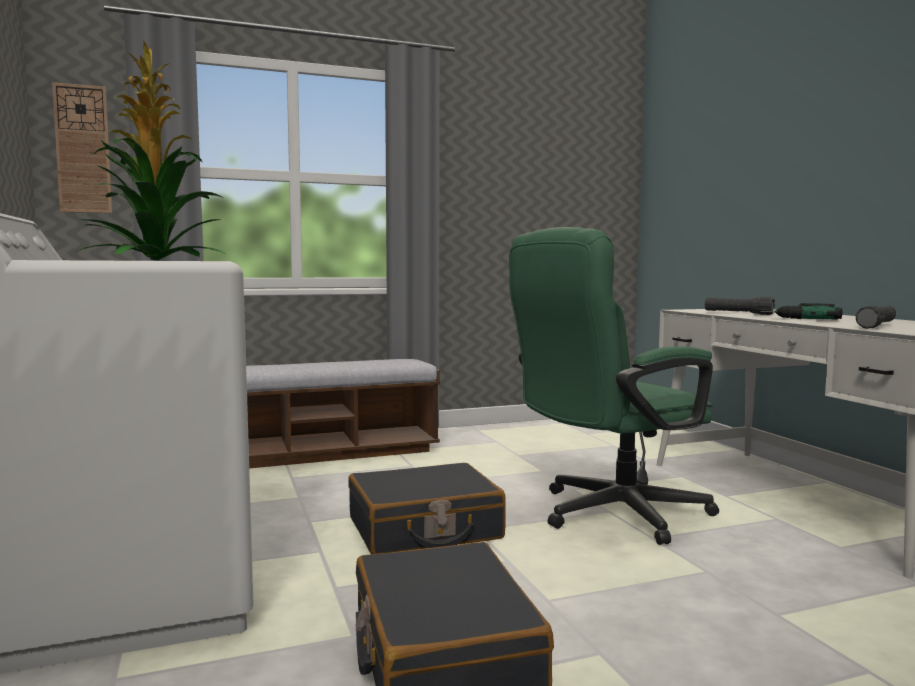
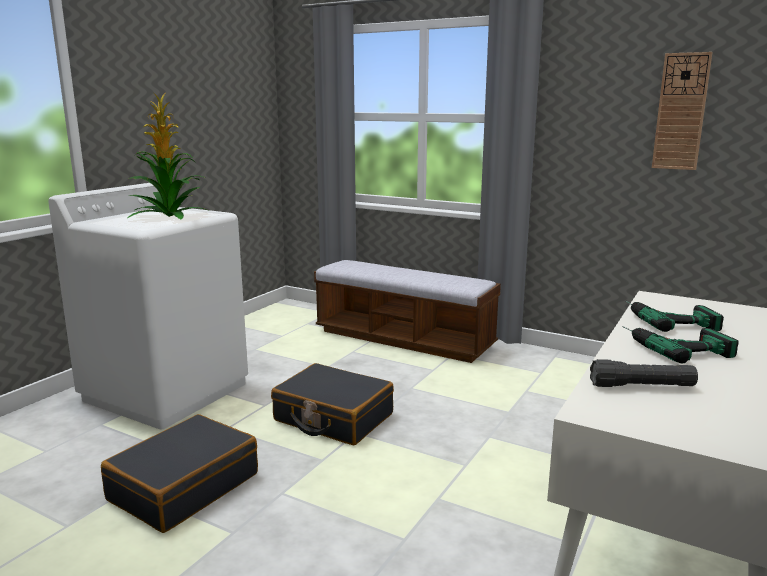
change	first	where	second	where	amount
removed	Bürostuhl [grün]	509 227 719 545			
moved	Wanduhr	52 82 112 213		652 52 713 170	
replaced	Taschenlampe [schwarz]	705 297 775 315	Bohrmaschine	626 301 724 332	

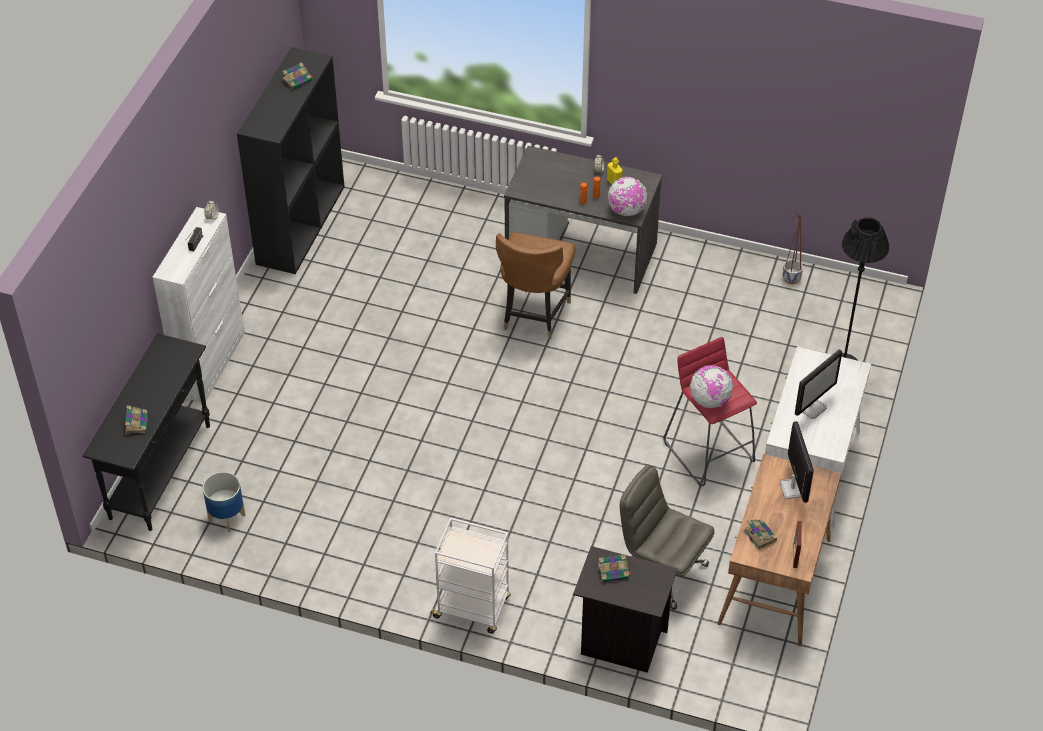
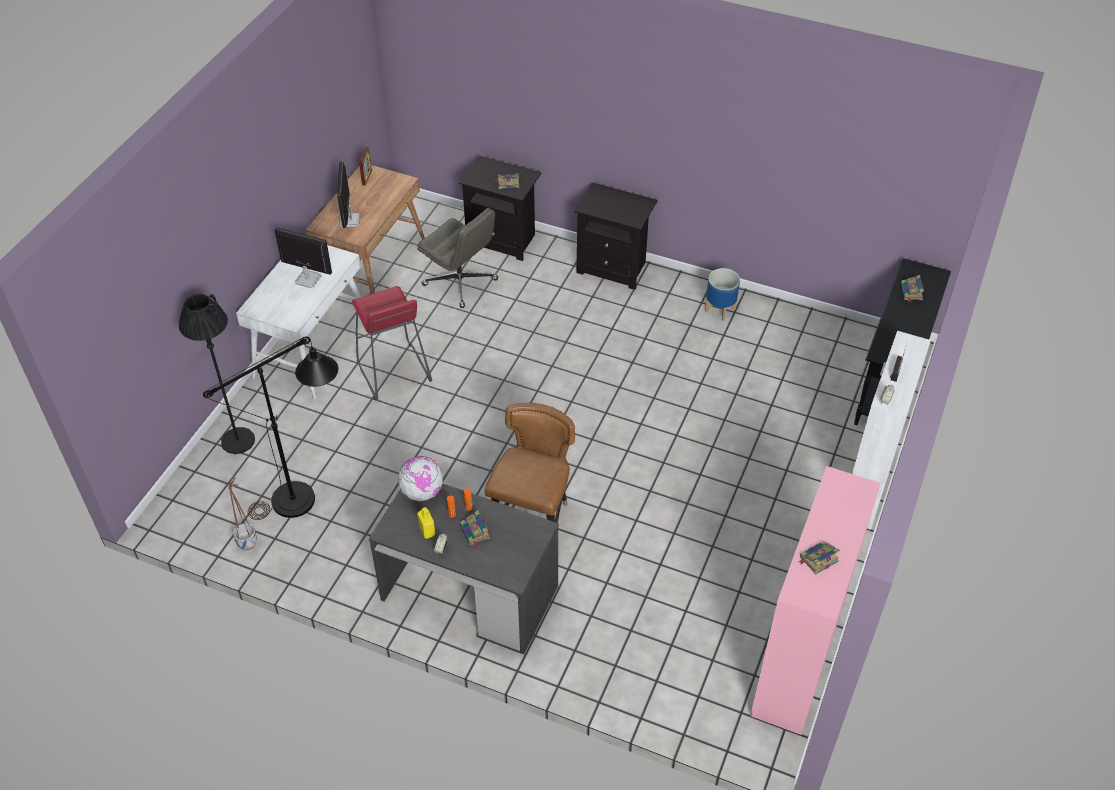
change	first	where	second	where	amount
removed	Globus	690 365 733 408			
added			Stehlampe [schwarz]	203 337 338 520	
moved	Pflanzkübel	203 472 246 532		705 268 740 321	
moved	Buch	743 519 777 549		460 510 490 547	
replaced	Rollwagen [weiß]	429 518 510 634	Nachttisch [schwarz]	574 182 658 290	
recoloured	Bücherregal [schwarz]	237 47 345 274	Bücherregal [rosa]	750 466 881 735	
turned	Monitor	795 349 842 419		274 227 332 288	60 degrees clockwise

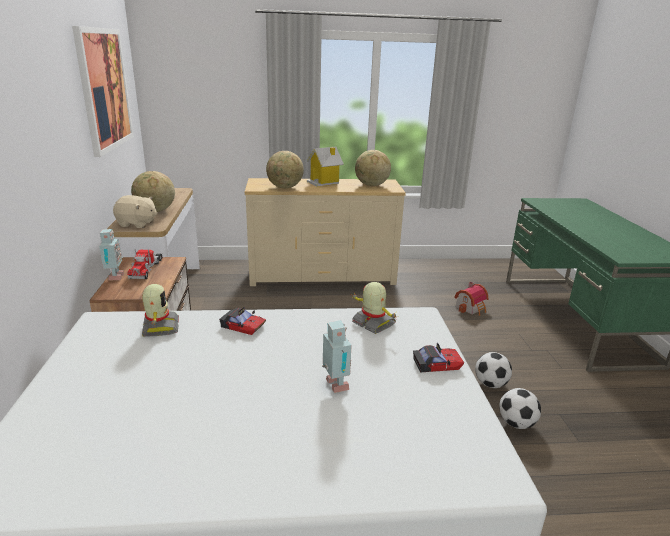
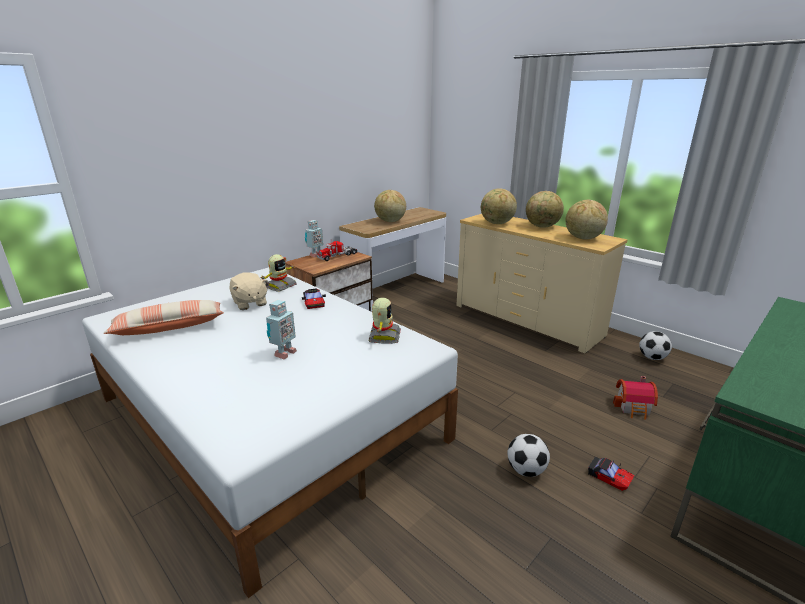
change	first	where	second	where	amount
removed	Bild	72 26 134 157			
added			Kissen	104 300 224 335	
moved	Plüschtier [beige]	113 195 157 228		229 272 268 310	
moved	Spielzeugauto	413 343 464 372		588 456 634 491	
moved	Fußball	499 388 541 429		639 331 672 360	
replaced	Spielzeughaus	307 147 344 187	Globus	526 191 564 228	

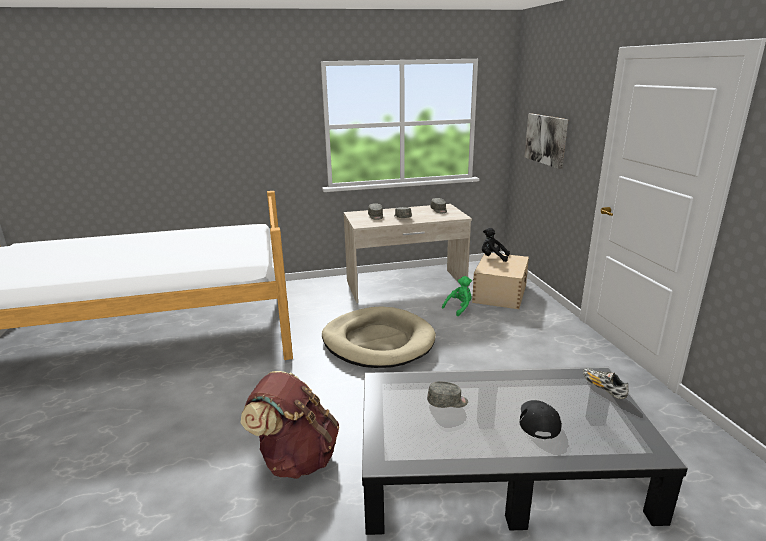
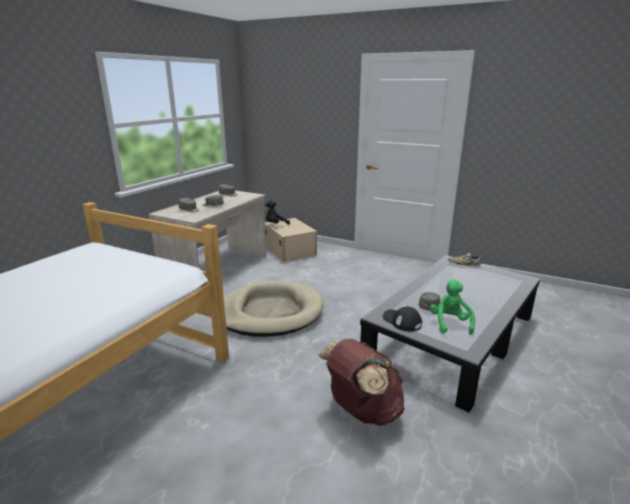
change	first	where	second	where	amount
removed	Bild	525 113 568 169			
moved	Plüschtier [grün]	442 276 472 316		430 279 475 335	
moved	Kappe [schwarz]	520 400 562 439		383 306 422 331	

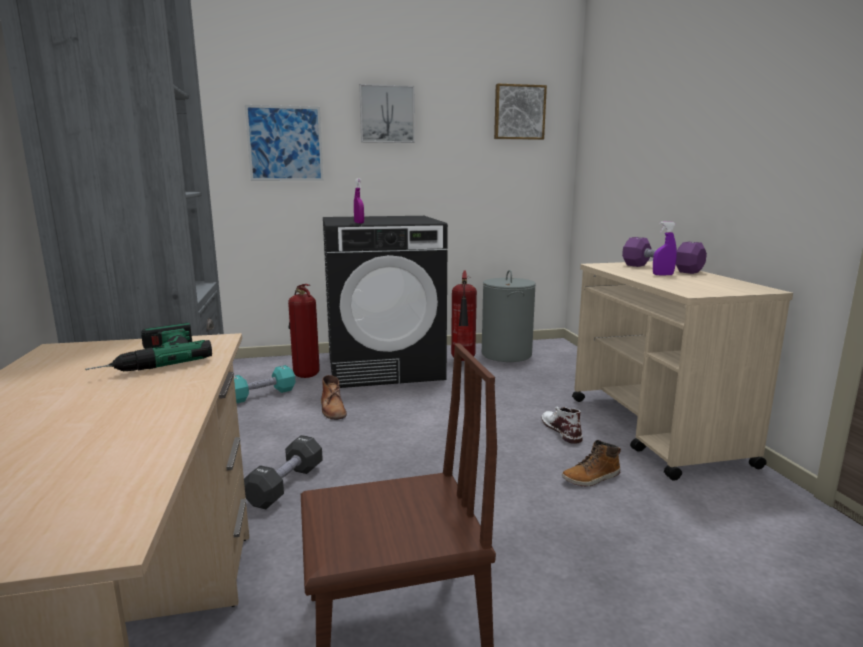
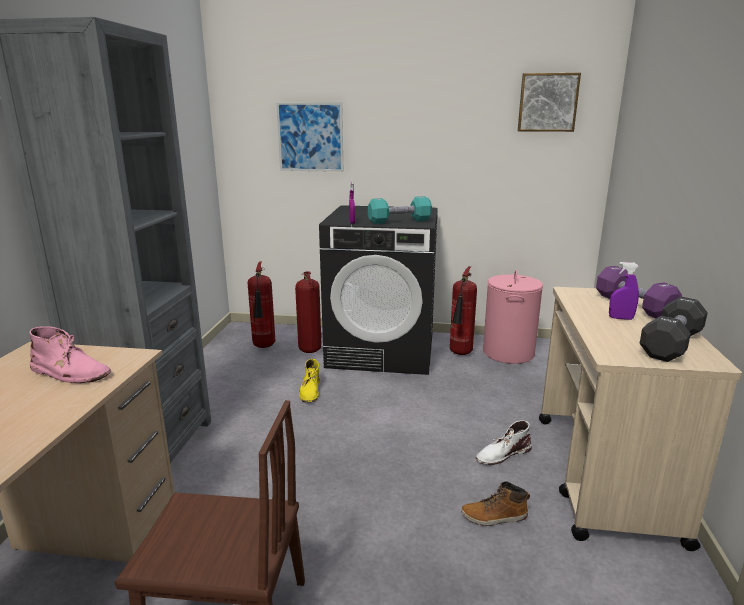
change	first	where	second	where	amount
removed	Bild	359 84 415 143			
added			Feuerlöscher	248 261 275 348	
moved	Hantel [türkis]	234 365 296 403		368 196 432 224	
moved	Hantel [schwarz]	244 435 323 509		640 297 708 362	
replaced	Bohrmaschine	85 323 212 371	Stiefel [rosa]	29 326 111 383	
recoloured	Stiefel [braun]	321 375 347 420	Stiefel [gelb]	299 359 320 403	
recoloured	Wäschekorb [grau]	482 270 536 362	Wäschekorb [rosa]	483 270 543 364	
turned	Stiefel [weiß]	542 407 583 444		476 420 532 465	120 degrees counterclockwise

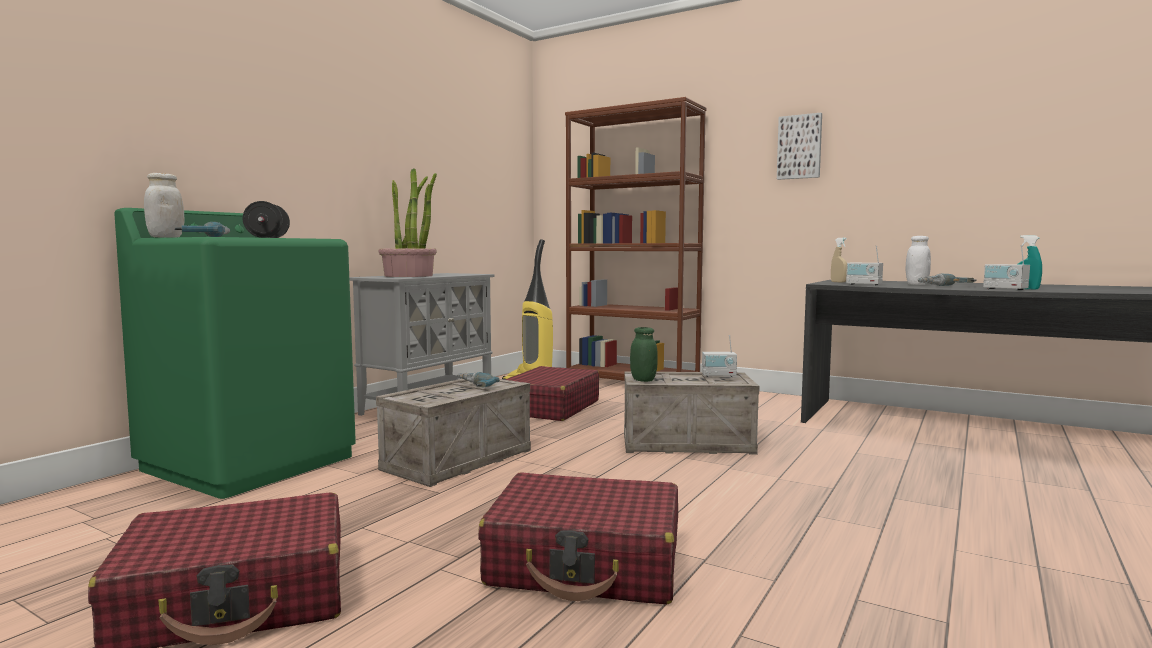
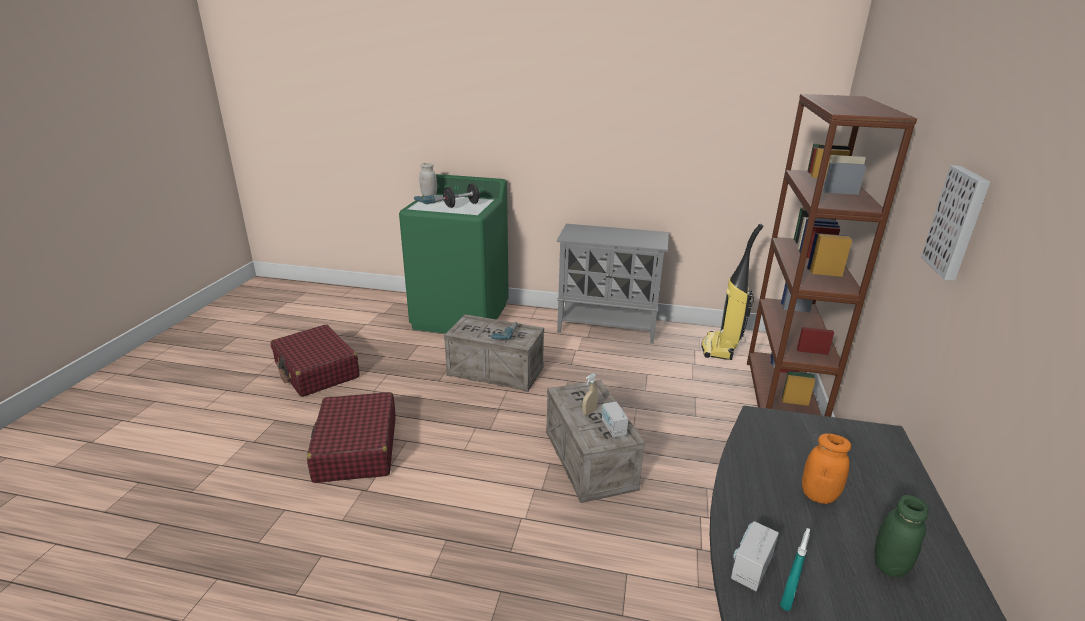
change	first	where	second	where	amount
removed	Topfpflanze	378 168 437 277			
removed	Koffer [rot]	505 366 599 421			
removed	Radio	846 246 883 286			
removed	Bohrmaschine	918 273 977 286			
moved	Vorratsglas [grün]	630 327 658 382		875 495 929 577	
moved	Sprühflasche [beige]	831 238 847 283		582 373 598 415	
recoloured	Vorratsglas [weiß]	906 236 931 285	Vorratsglas [orange]	802 433 851 504	

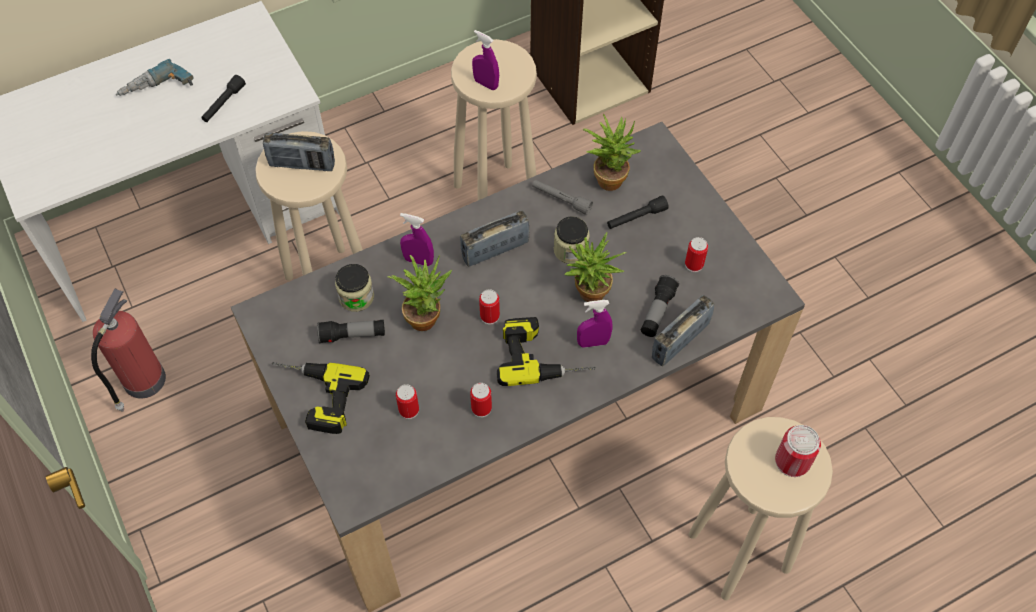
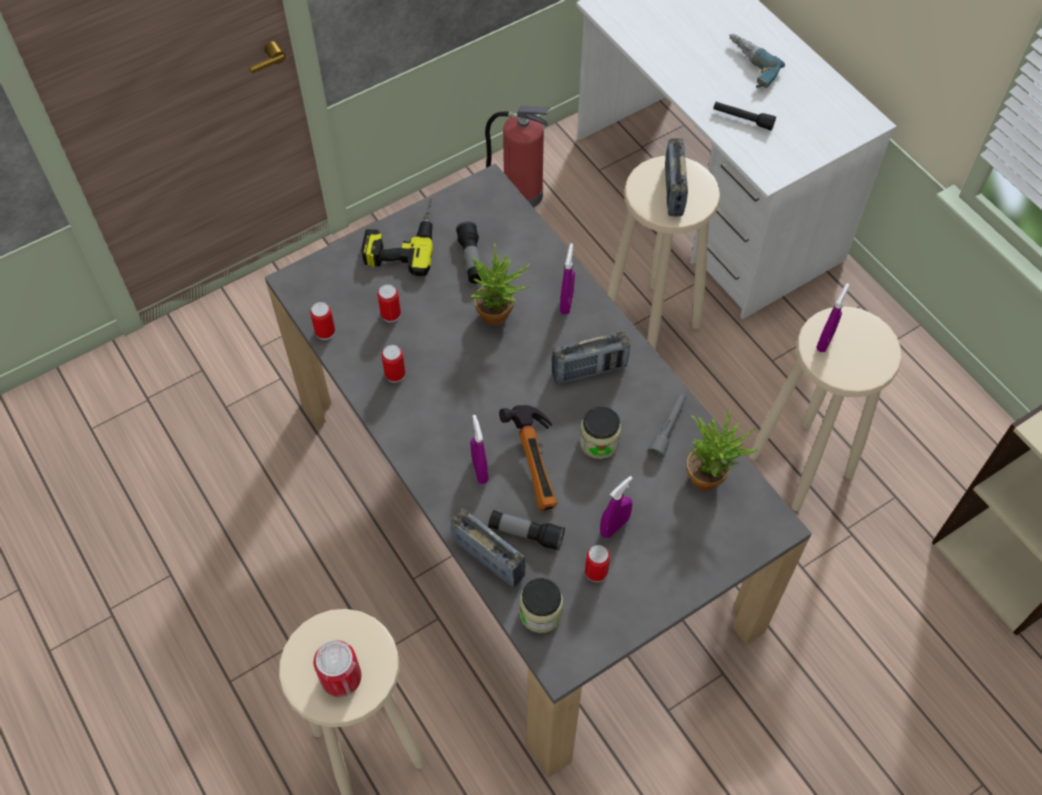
change	first	where	second	where	amount
removed	Bohrmaschine	497 317 596 386			
removed	Taschenlampe [schwarz]	607 195 669 229			
added			Sprühflasche [lila]	600 476 633 538	
moved	Vorratsglas	335 264 374 312		520 578 563 633	
moved	Dose	479 289 500 324		310 302 335 340	
replaced	Topfpflanze	565 232 626 302	Hammer	499 405 558 511	
turned	Radio	460 210 530 267		551 332 630 384	105 degrees clockwise

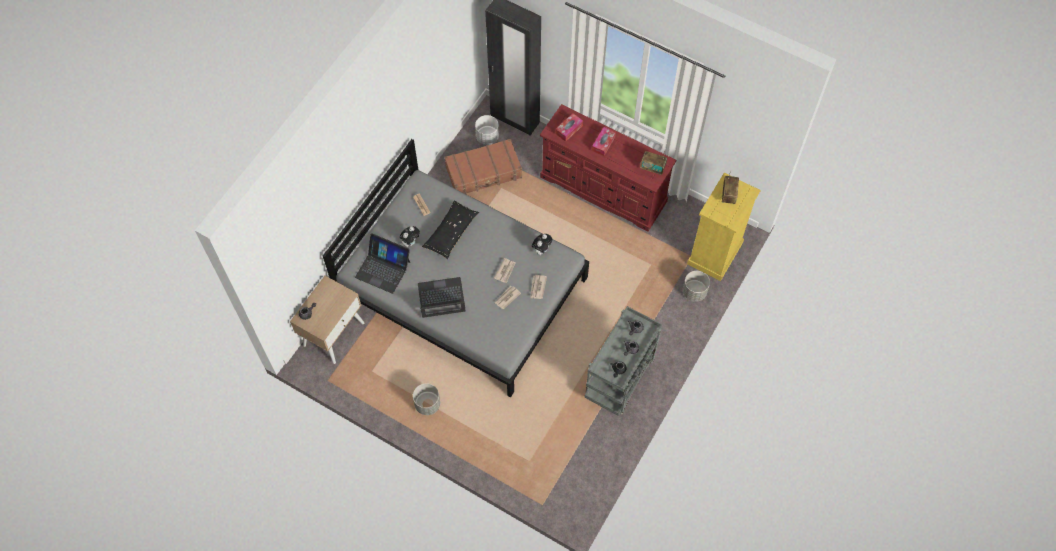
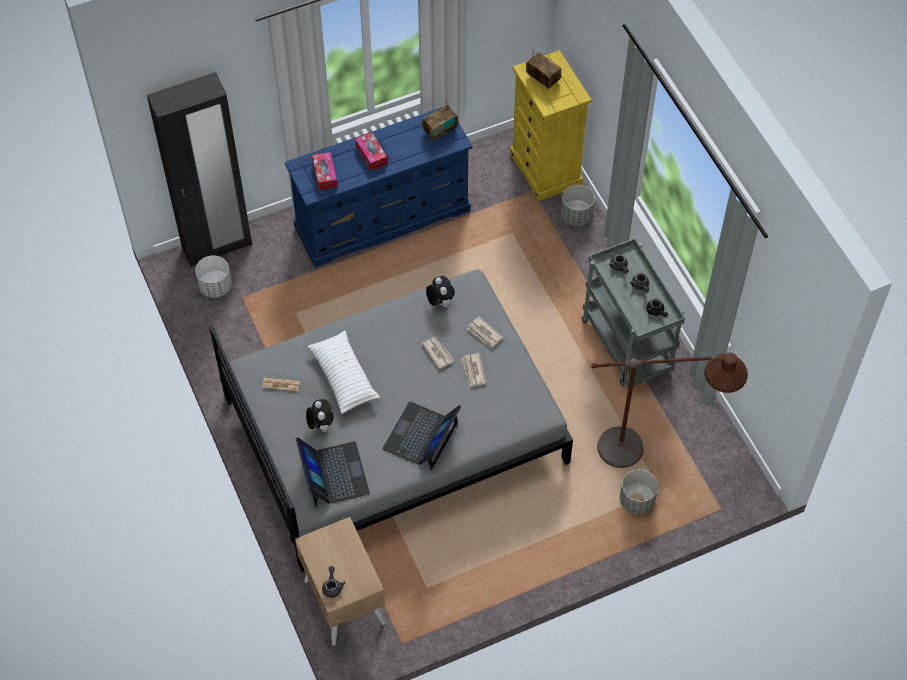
change	first	where	second	where	amount
removed	Koffer [braun]	445 139 522 195			
added			Stehlampe [braun]	591 352 748 468	
moved	Pflanzkübel [grau]	413 383 440 415		620 469 658 514	
recoloured	Kissen [schwarz]	422 201 479 259	Kissen [weiß]	308 331 380 414	
recoloured	Kommode [rot]	540 104 676 231	Kommode [blau]	285 105 473 268	
turned	Laptop	355 233 411 294		296 437 370 507	75 degrees counterclockwise

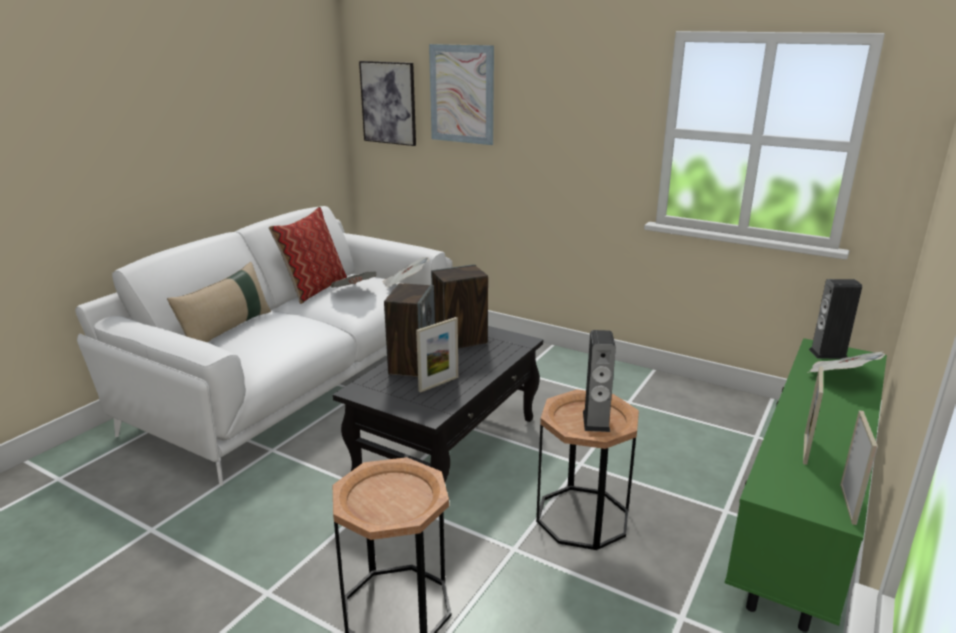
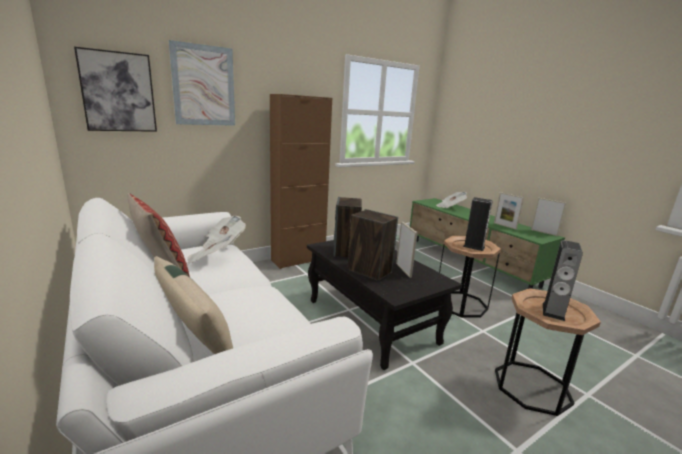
change	first	where	second	where	amount
added			Schrank [braun]	270 94 332 269	
moved	Lautsprecher	809 279 862 359		543 240 583 321	

